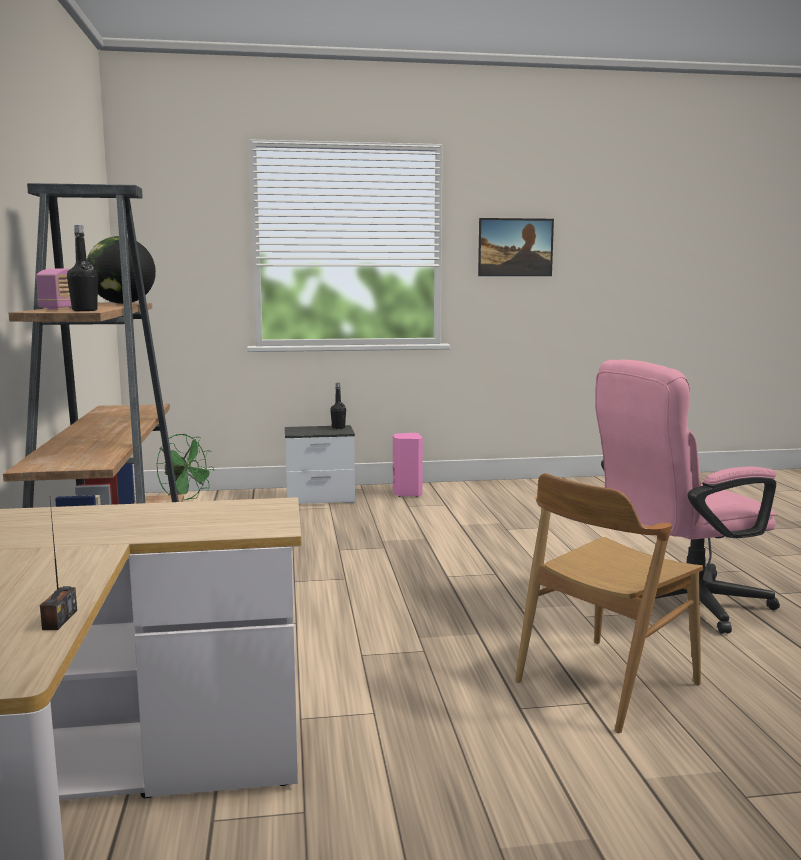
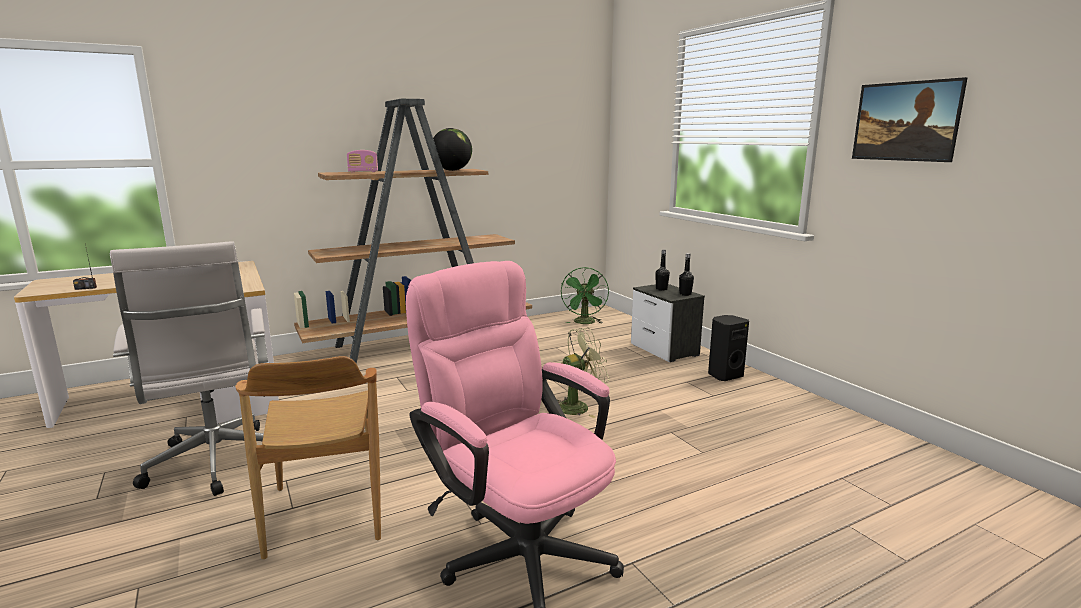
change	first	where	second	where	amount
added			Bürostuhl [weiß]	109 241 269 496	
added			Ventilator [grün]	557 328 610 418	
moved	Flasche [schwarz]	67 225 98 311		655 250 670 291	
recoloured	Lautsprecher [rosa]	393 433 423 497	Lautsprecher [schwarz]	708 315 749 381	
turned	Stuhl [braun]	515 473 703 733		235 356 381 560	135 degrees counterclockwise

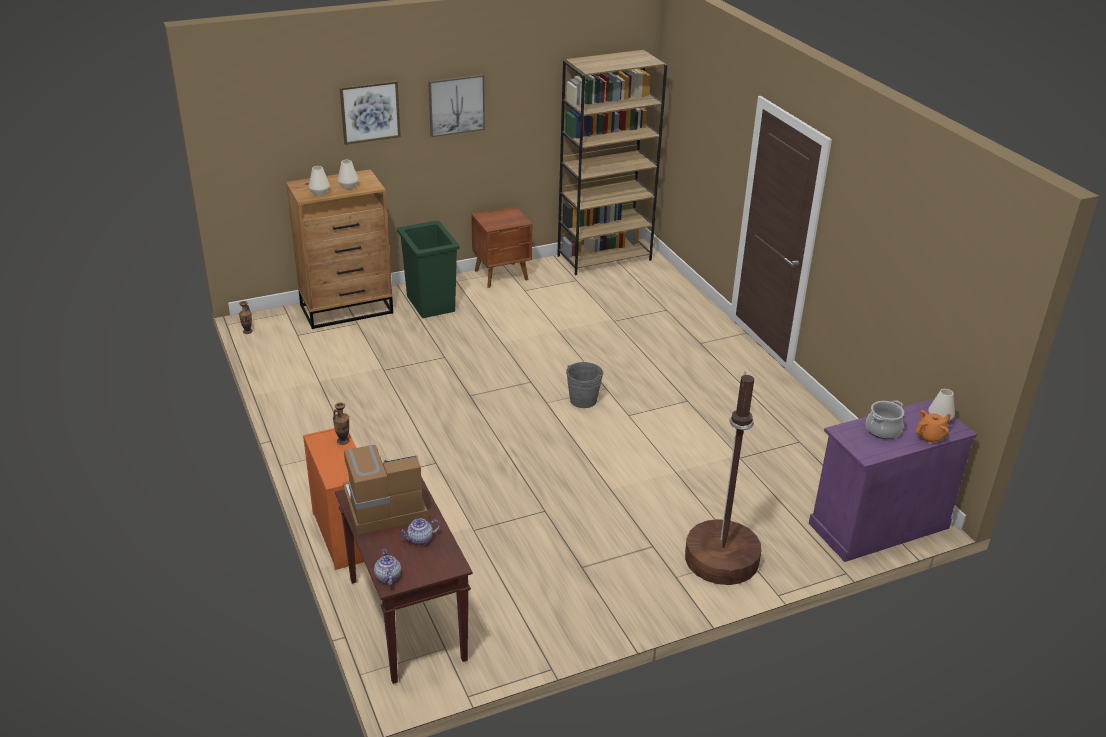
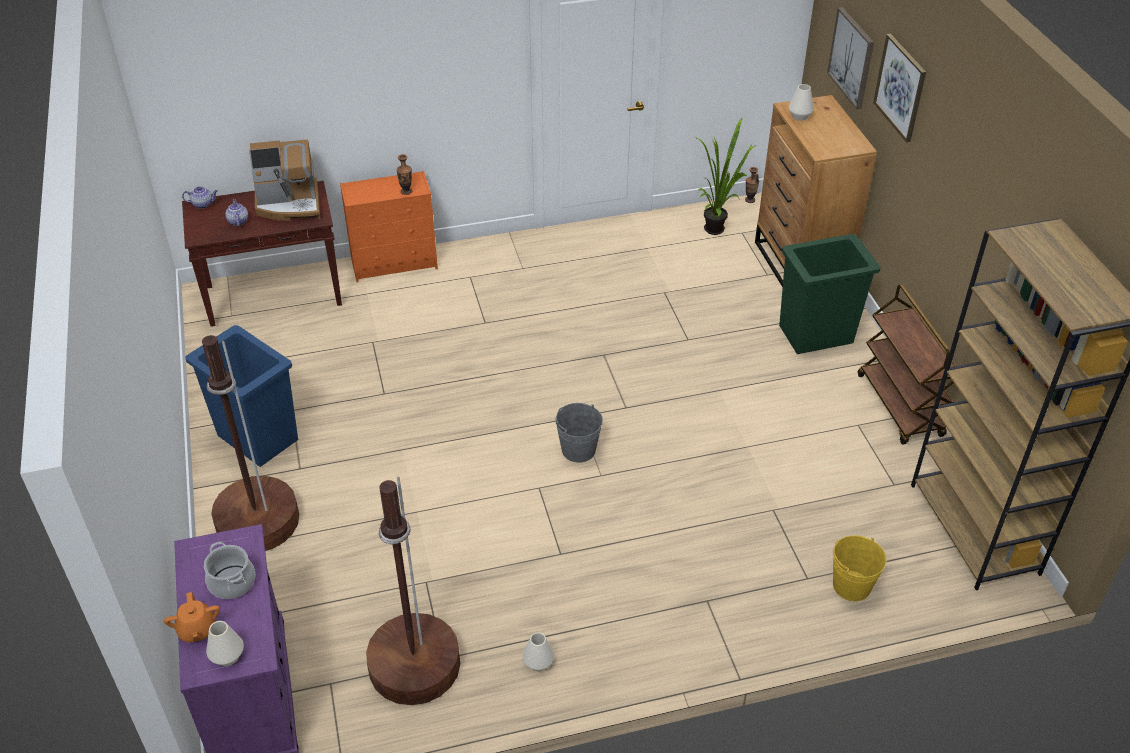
change	first	where	second	where	amount
added			Mülleimer [blau]	185 325 298 467	
added			Stehlampe [braun]	366 477 460 705	
added			Topfpflanze	695 117 756 235	
added			Eimer [gelb]	833 535 886 601	
moved	Vase [weiß]	338 160 358 189		523 632 554 671	
moved	Bild	428 74 485 137		827 7 874 109	
replaced	Nachttisch [braun]	471 206 532 288	Rollwagen [braun]	858 284 956 445	
turned	Kaffeemaschine	343 445 428 535		249 140 320 221	90 degrees clockwise

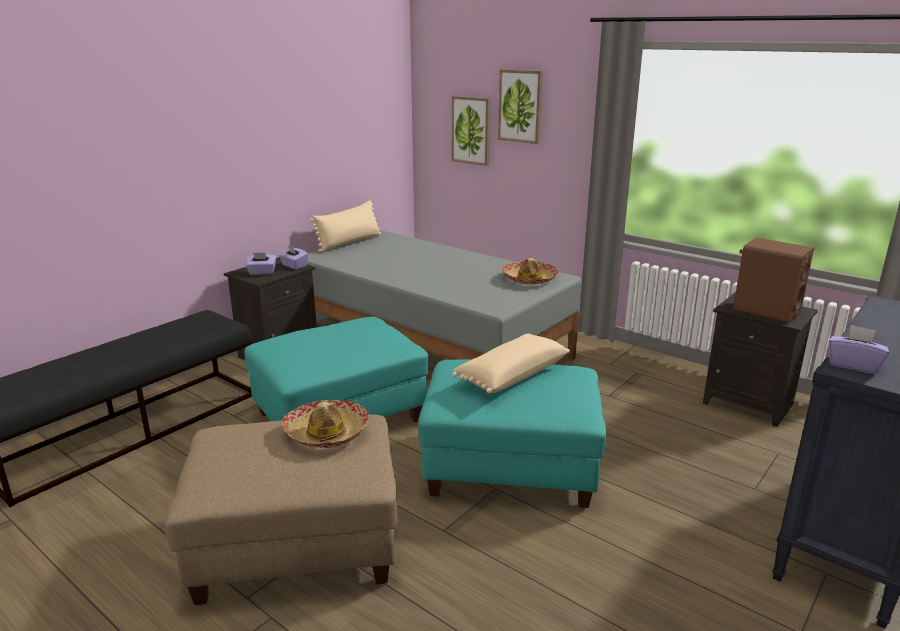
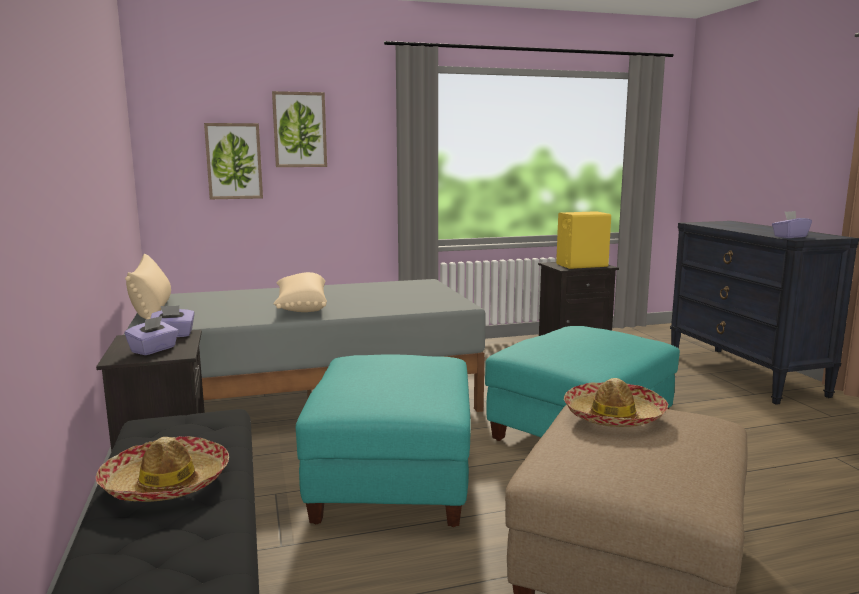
change	first	where	second	where	amount
moved	Kissen [beige]	452 334 570 393		273 272 327 312	
moved	Hut	501 258 558 285		96 436 229 502	
recoloured	Lautsprecher [braun]	733 238 814 323	Lautsprecher [gelb]	556 211 611 269	

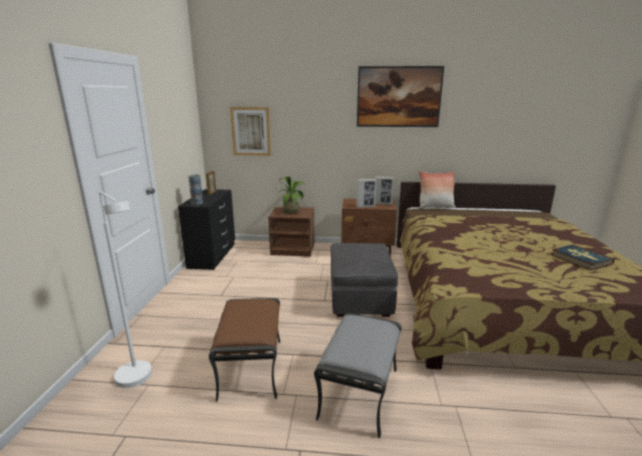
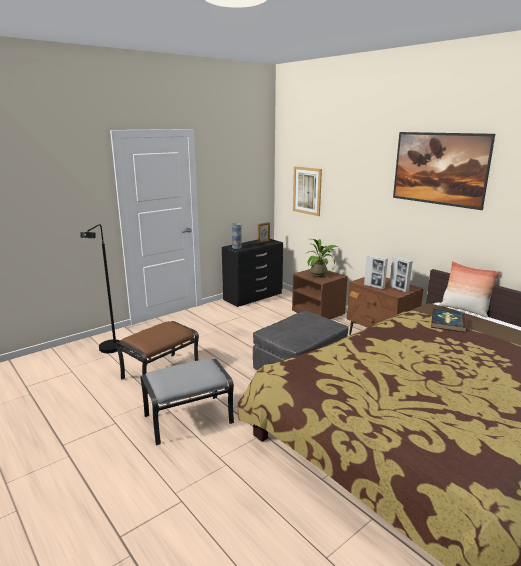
change	first	where	second	where	amount
moved	Buch	551 244 615 270		431 309 467 333	
recoloured	Stehlampe [weiß]	99 192 152 388	Stehlampe [schwarz]	81 224 122 353	

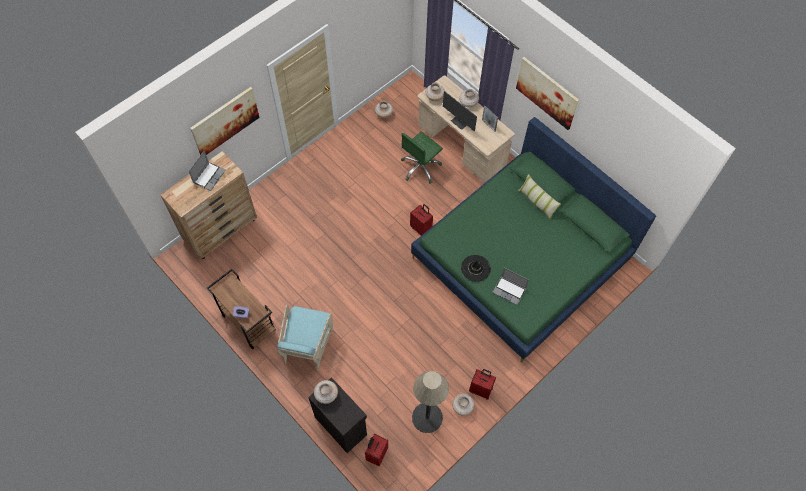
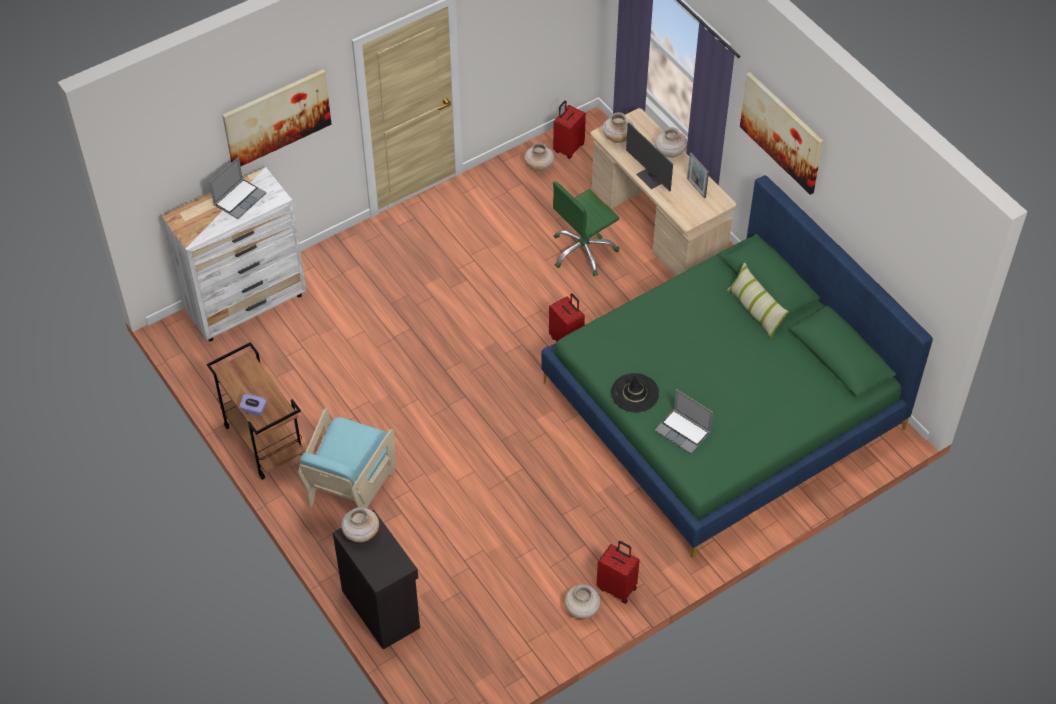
change	first	where	second	where	amount
removed	Stehlampe	412 371 449 433			
moved	Koffer [rot]	365 434 388 466		553 100 586 159	
recoloured	Kommode [braun]	161 152 257 259	Kommode [weiß]	161 167 306 341	

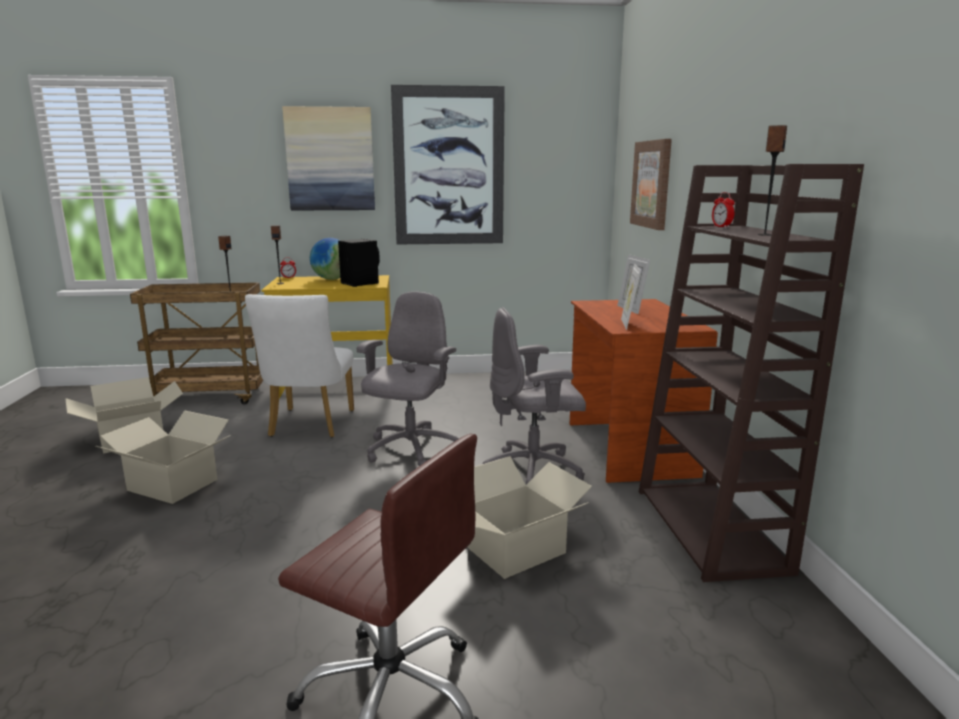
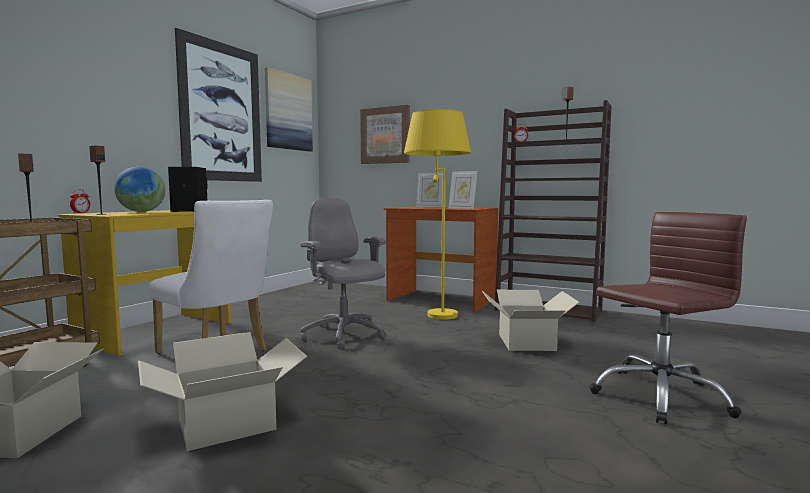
change	first	where	second	where	amount
moved	Bild	282 106 375 210		265 67 313 152	
replaced	Bürostuhl [grau]	483 307 586 484	Stehlampe [gelb]	404 109 471 320	

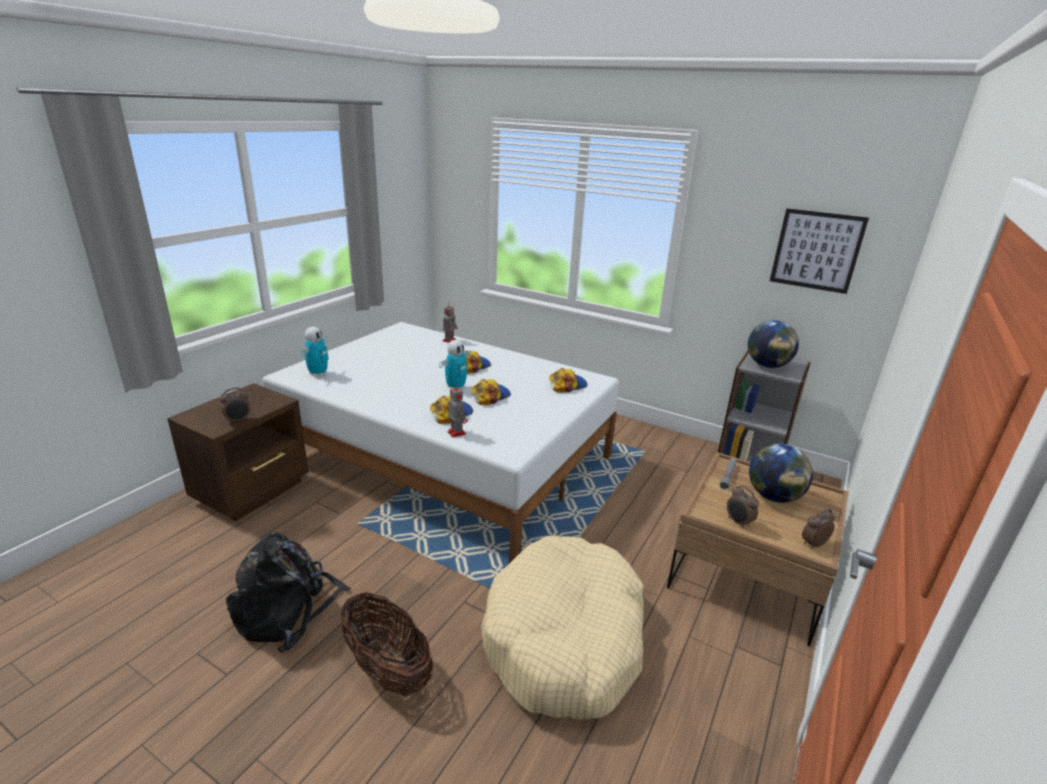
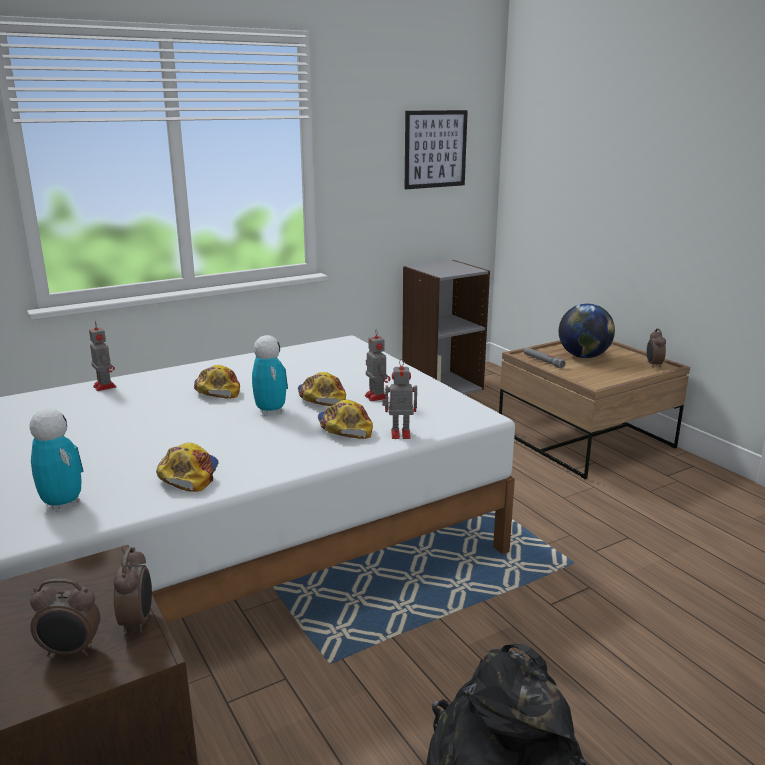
change	first	where	second	where	amount
removed	Korb	341 592 433 697			
removed	Hundebett [beige]	481 536 644 720			
removed	Globus	748 320 799 368			
added			Spielzeugroboter	365 329 390 401	
moved	Kappe	549 368 588 393		156 443 219 492	
moved	Wecker	727 486 759 529		30 579 100 657	

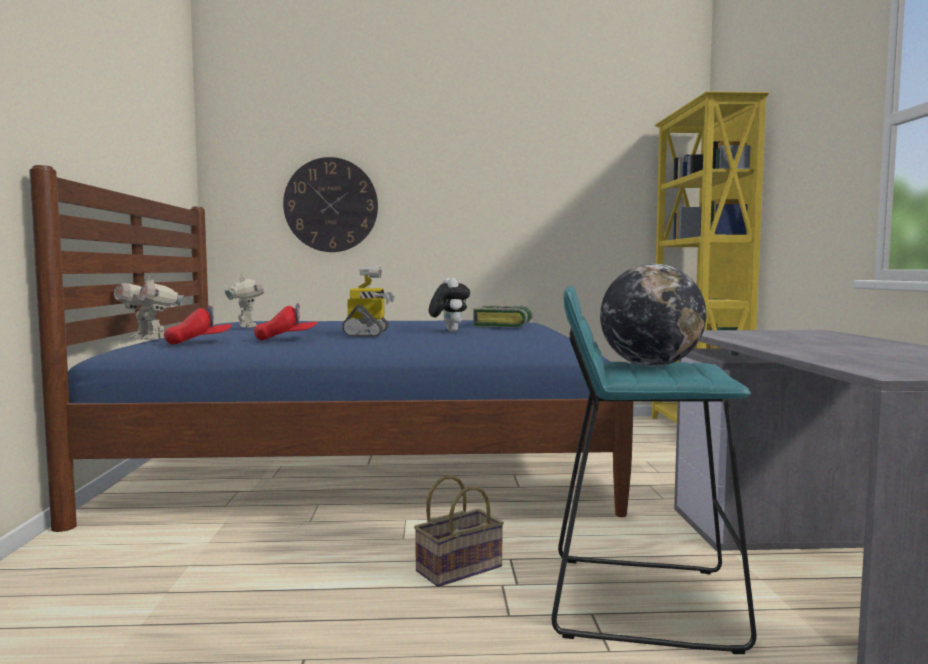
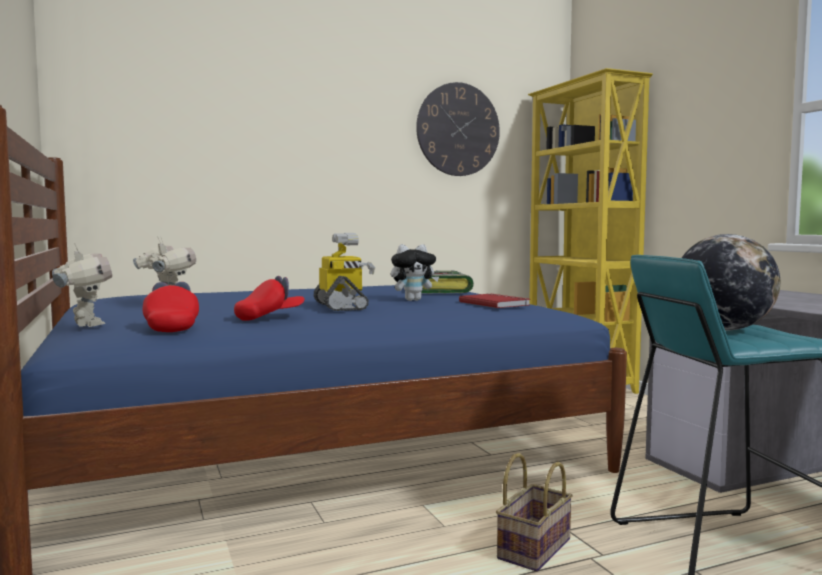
change	first	where	second	where	amount
added			Buch [rot]	459 294 530 308	
moved	Wanduhr	283 157 378 252		416 82 500 176	
turned	Spielzeugroboter	114 274 184 340		52 243 112 327	135 degrees counterclockwise
turned	Kappe [rot]	164 305 232 345		142 282 199 332	60 degrees counterclockwise
turned	Plüschtier	429 278 470 332		391 244 439 301	105 degrees clockwise

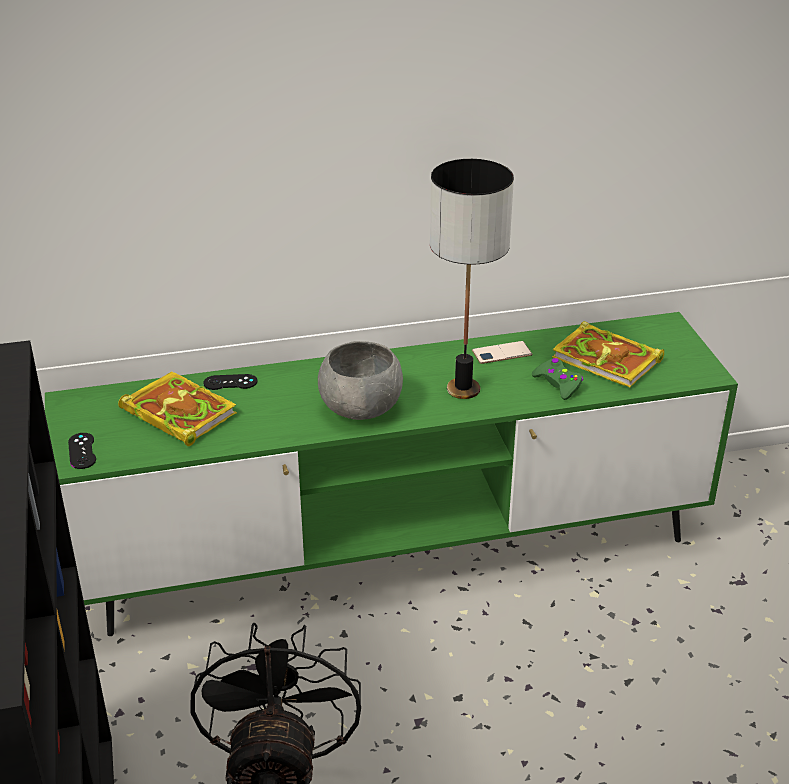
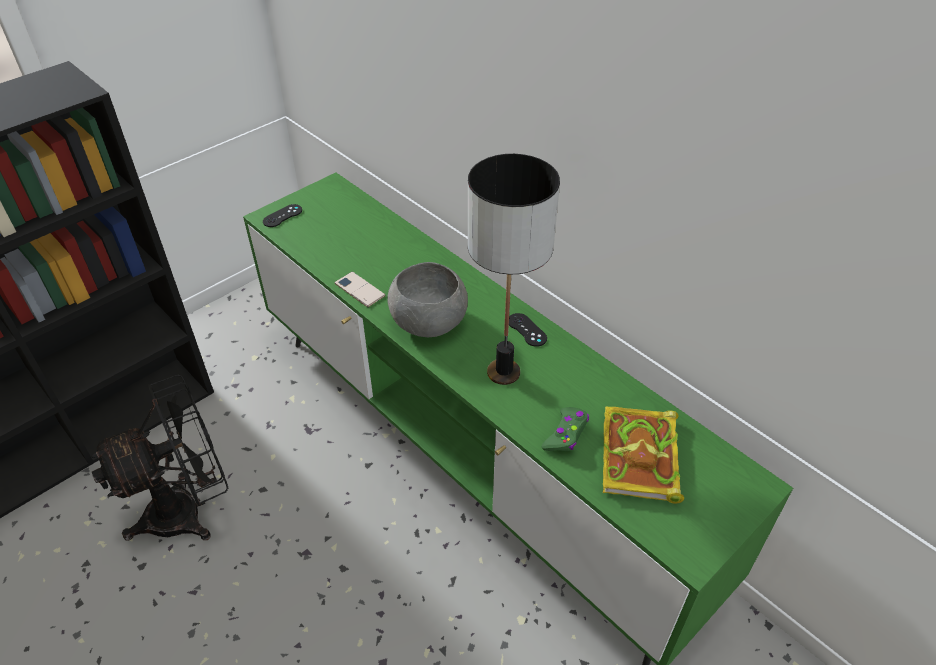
change	first	where	second	where	amount
removed	Buch	118 371 237 446			
moved	Gamepad [schwarz]	203 374 257 390		509 313 547 347	
moved	Handy	472 341 532 364		335 272 386 307	

